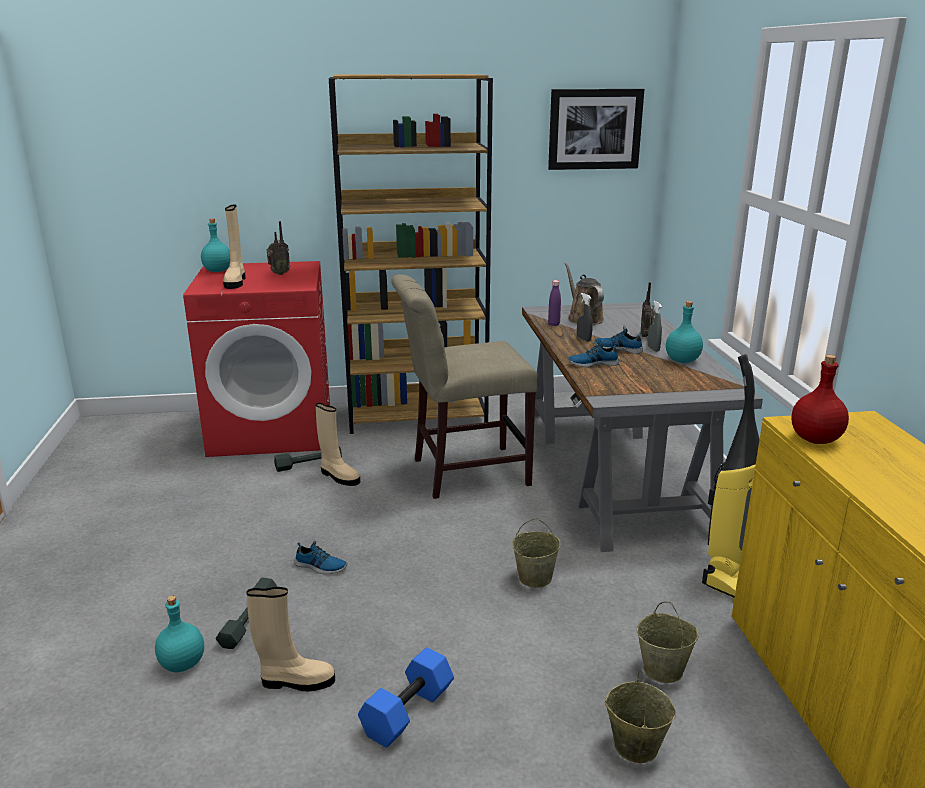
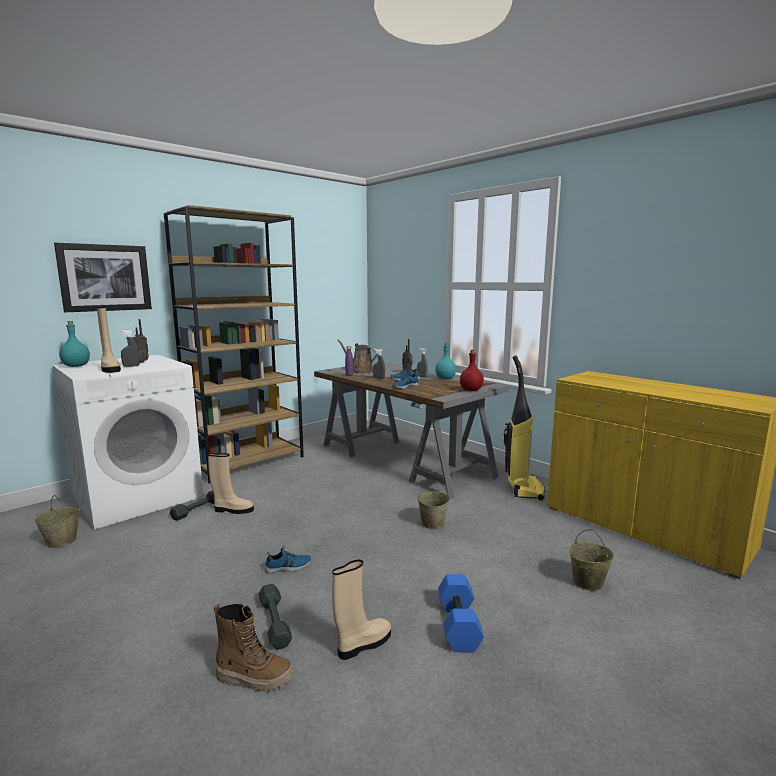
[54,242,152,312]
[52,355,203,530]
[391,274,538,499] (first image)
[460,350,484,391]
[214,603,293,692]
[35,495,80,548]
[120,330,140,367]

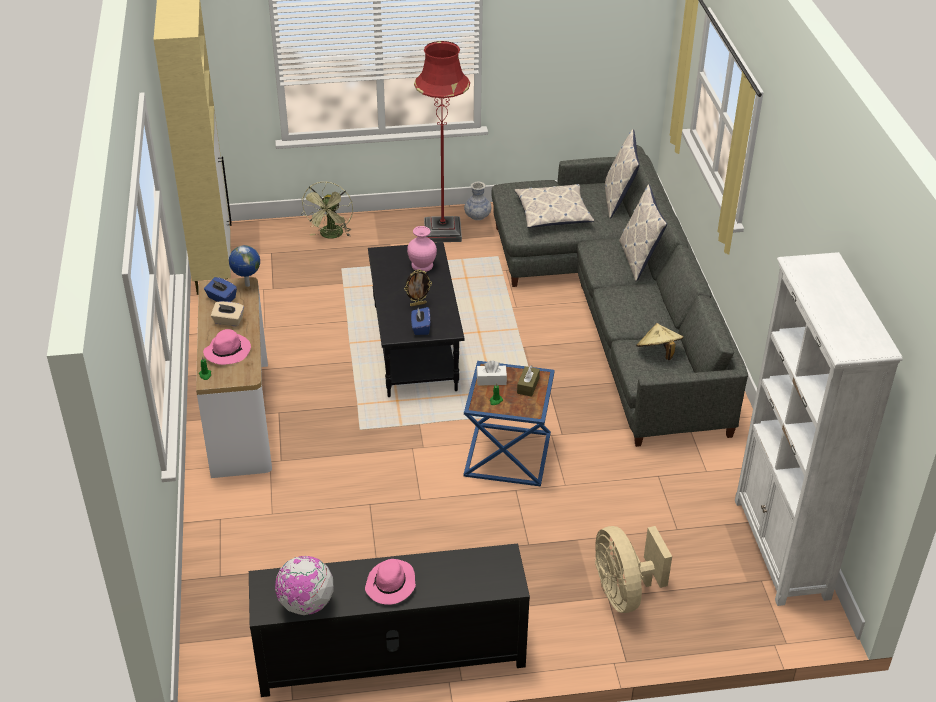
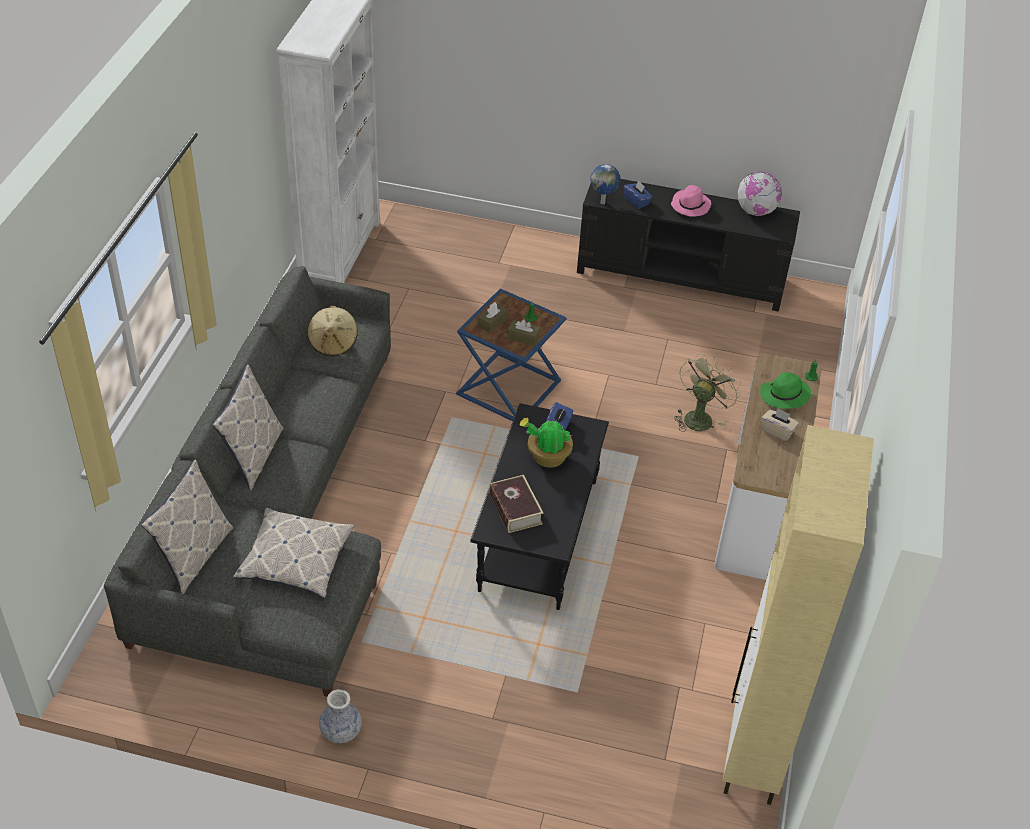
[414,41,470,243] (first image)
[674,353,741,432]
[489,475,543,533]
[590,164,620,204]
[519,417,573,468]
[623,180,653,209]
[760,372,811,409]
[507,319,541,346]
[595,526,672,613] (first image)

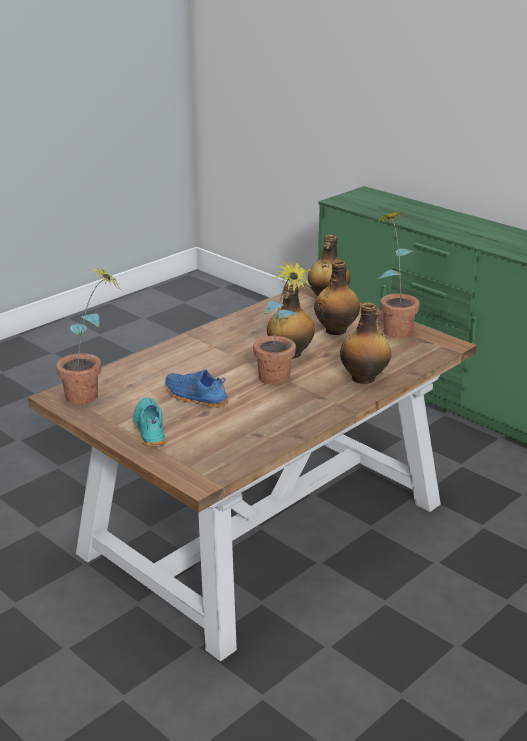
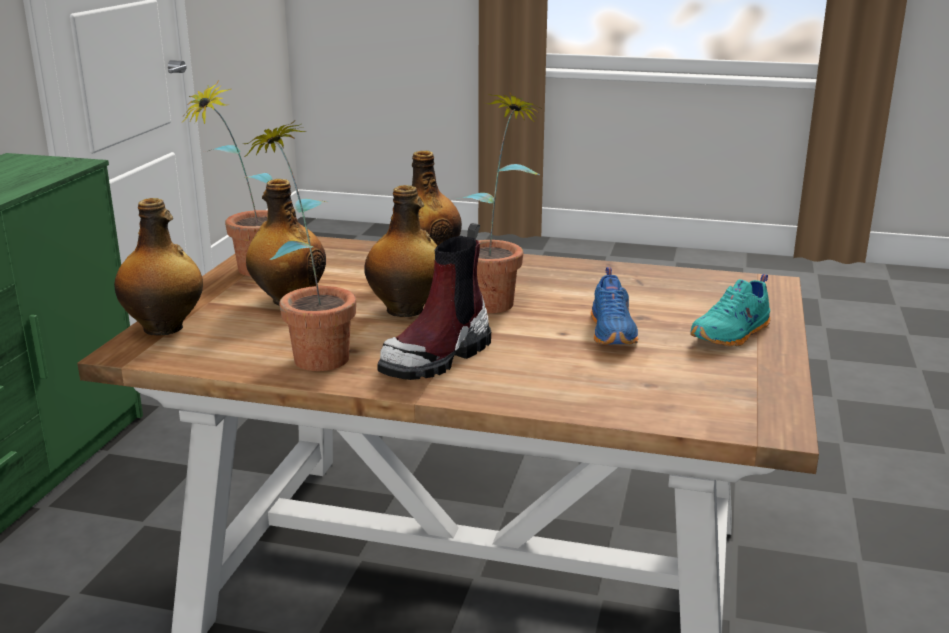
[244,120,356,371]
[377,223,491,380]

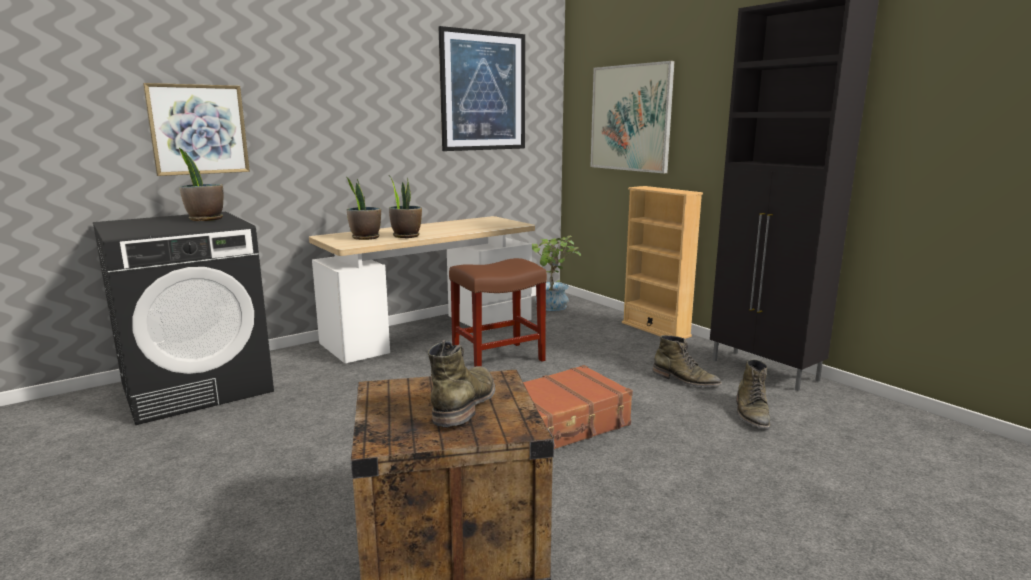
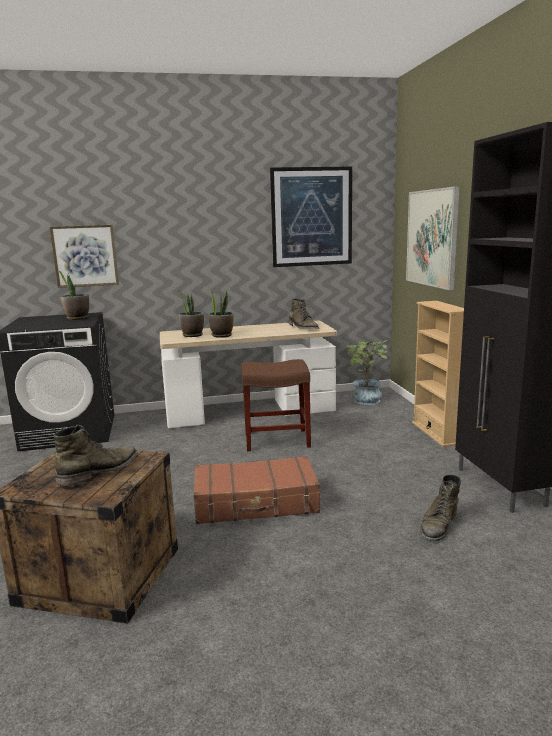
[288,299,319,329]

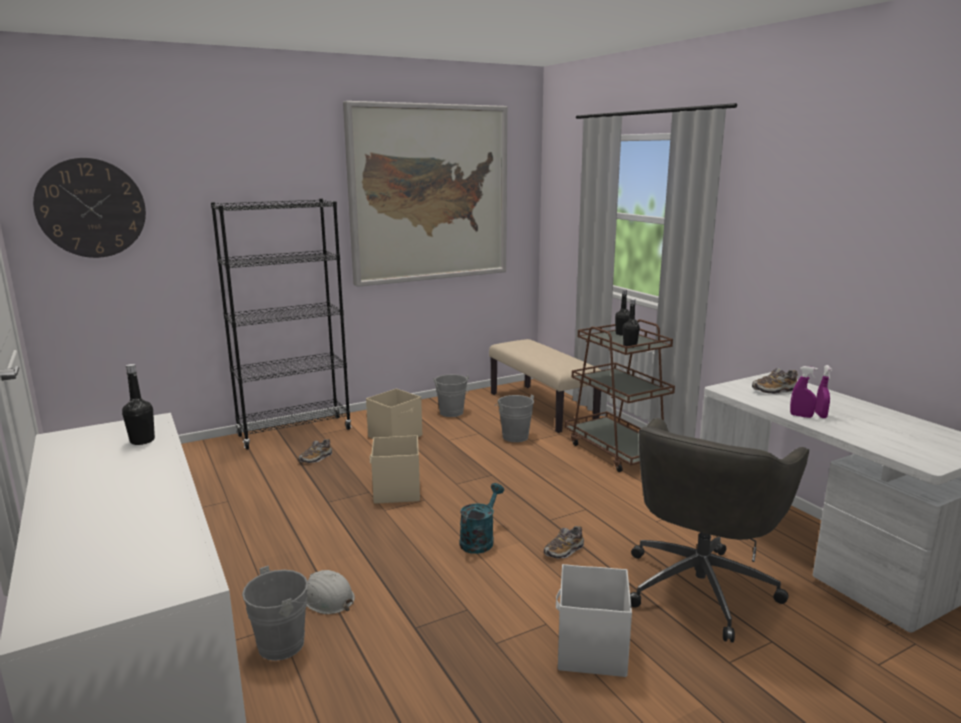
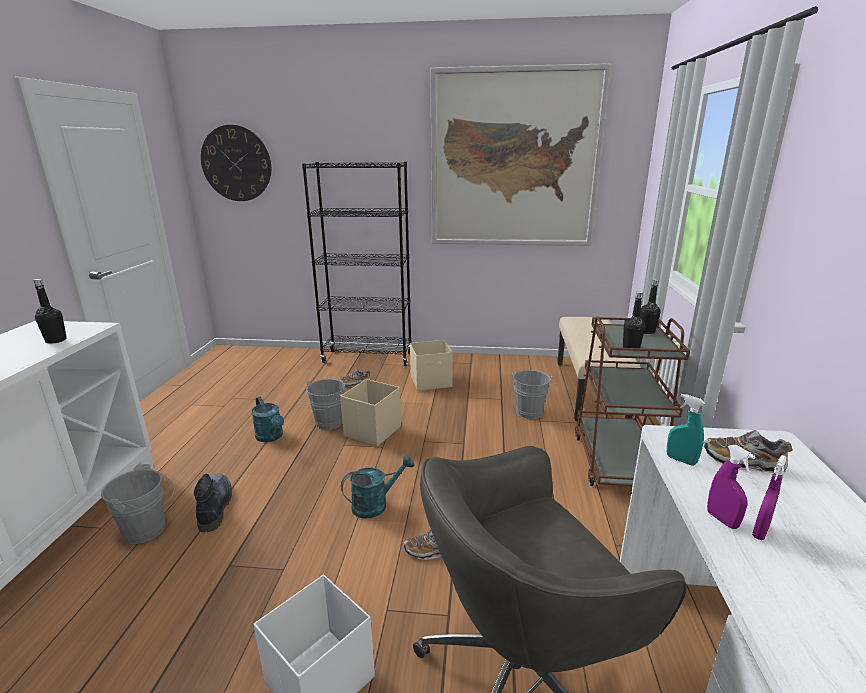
[302,379,345,430]
[194,473,232,532]
[667,394,705,466]
[251,397,284,442]

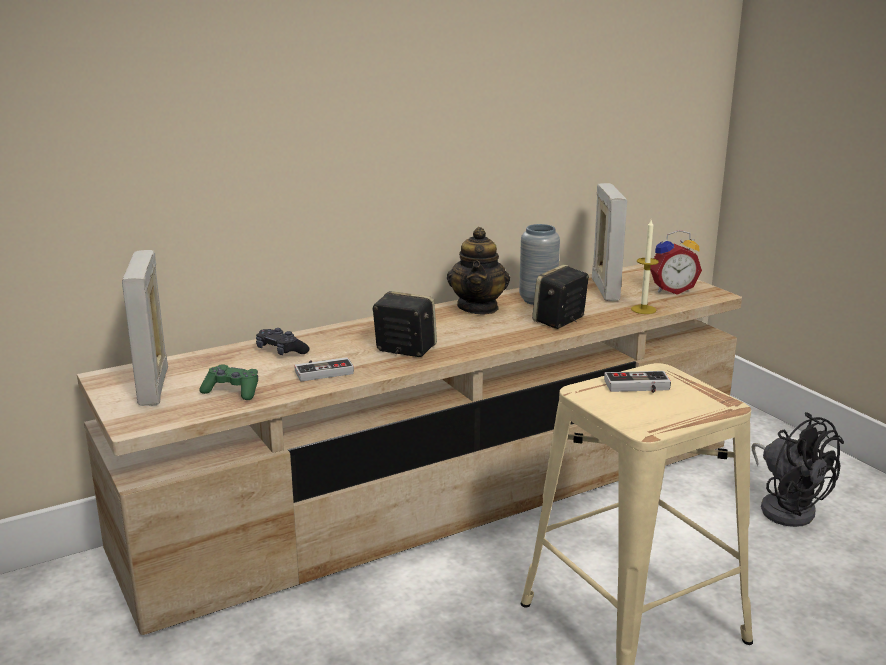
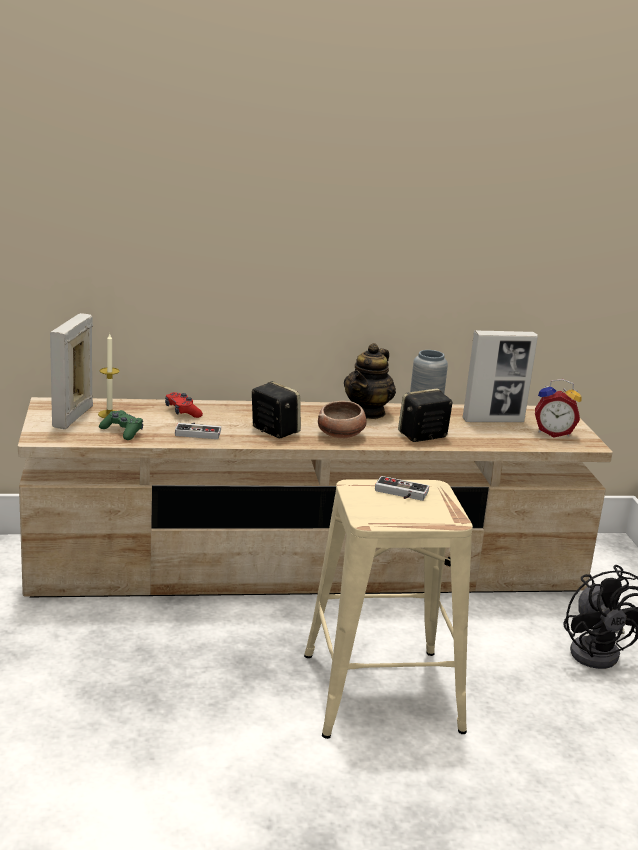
[463,330,538,422]
[98,334,120,418]
[165,392,203,418]
[318,401,367,438]

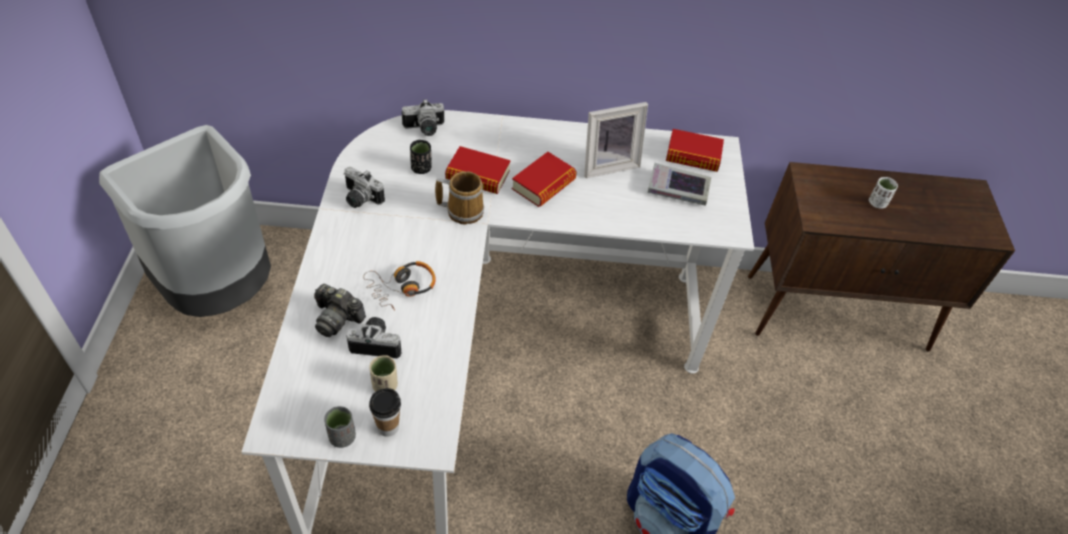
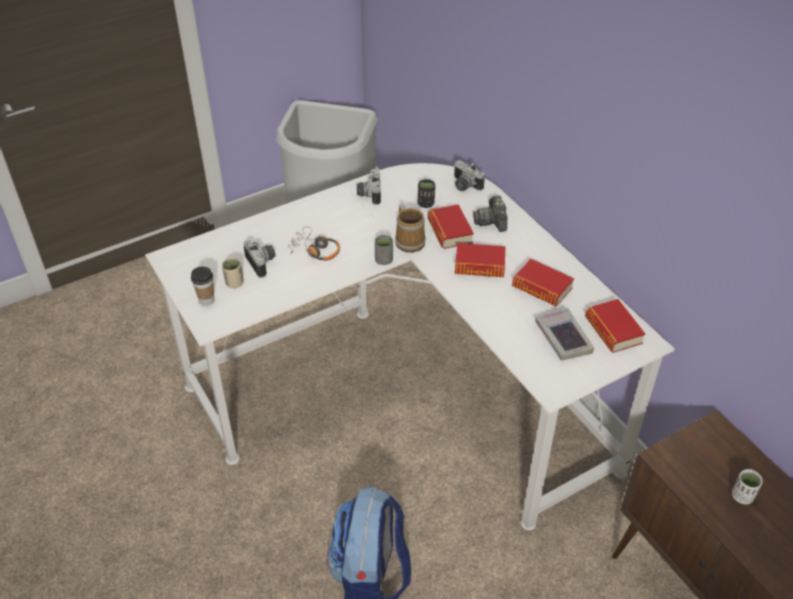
[512,259,574,307]
[473,195,507,232]
[375,235,393,265]

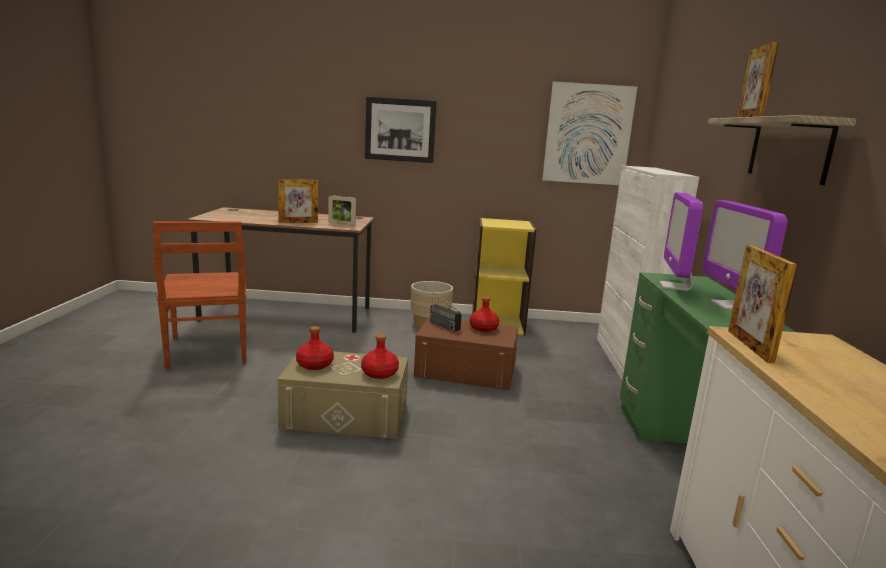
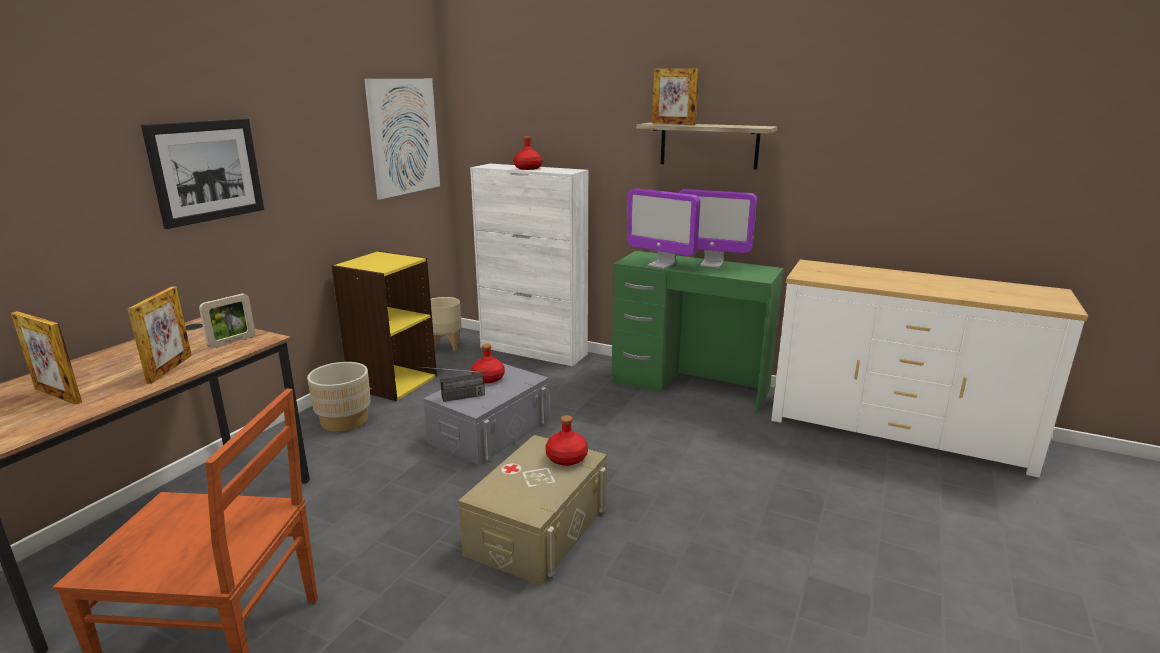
[11,311,82,405]
[423,364,549,465]
[513,136,542,170]
[431,297,462,352]

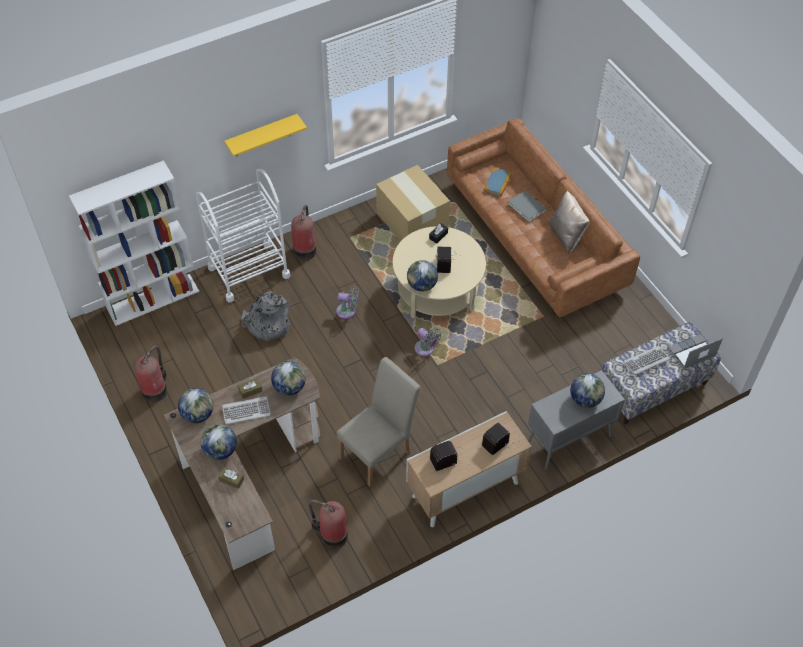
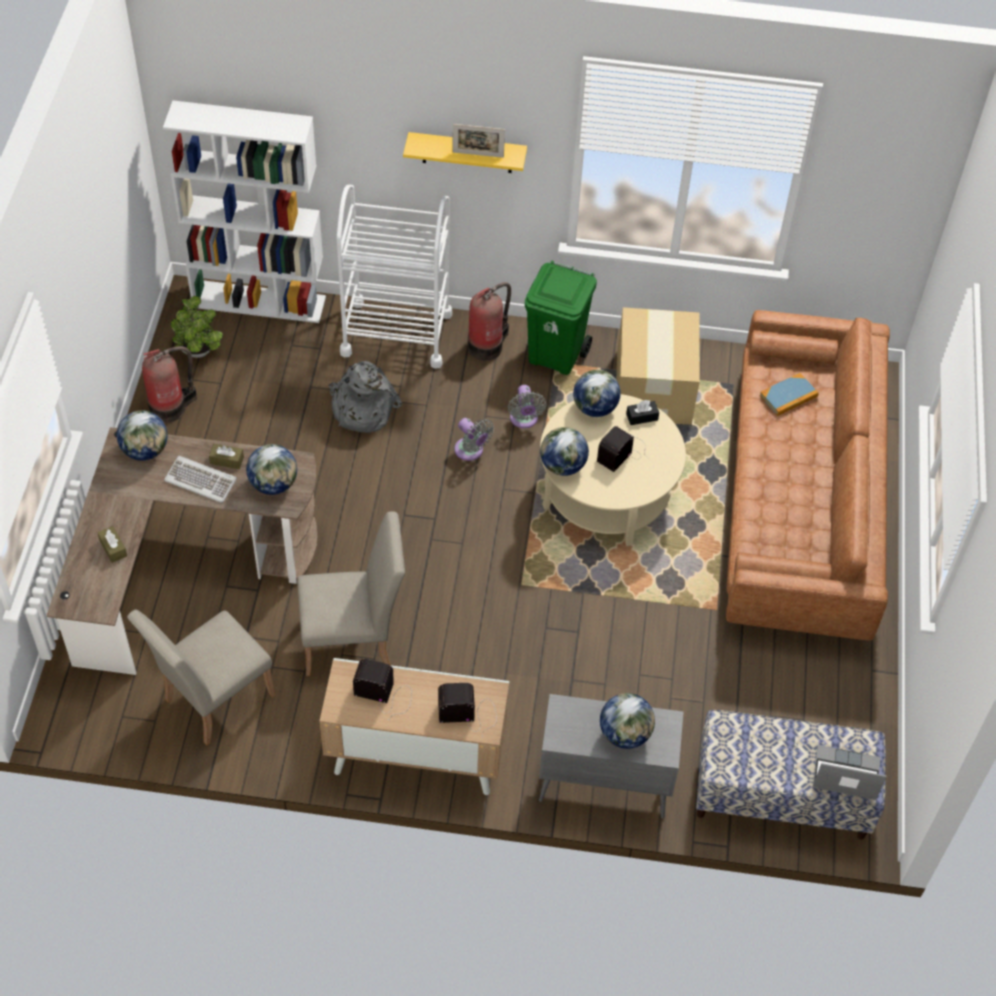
[508,191,547,222] (first image)
[548,191,589,254] (first image)
[508,385,547,428]
[623,346,670,375] (first image)
[573,370,621,417]
[127,609,276,745]
[452,124,505,158]
[525,261,597,375]
[171,296,223,358]

